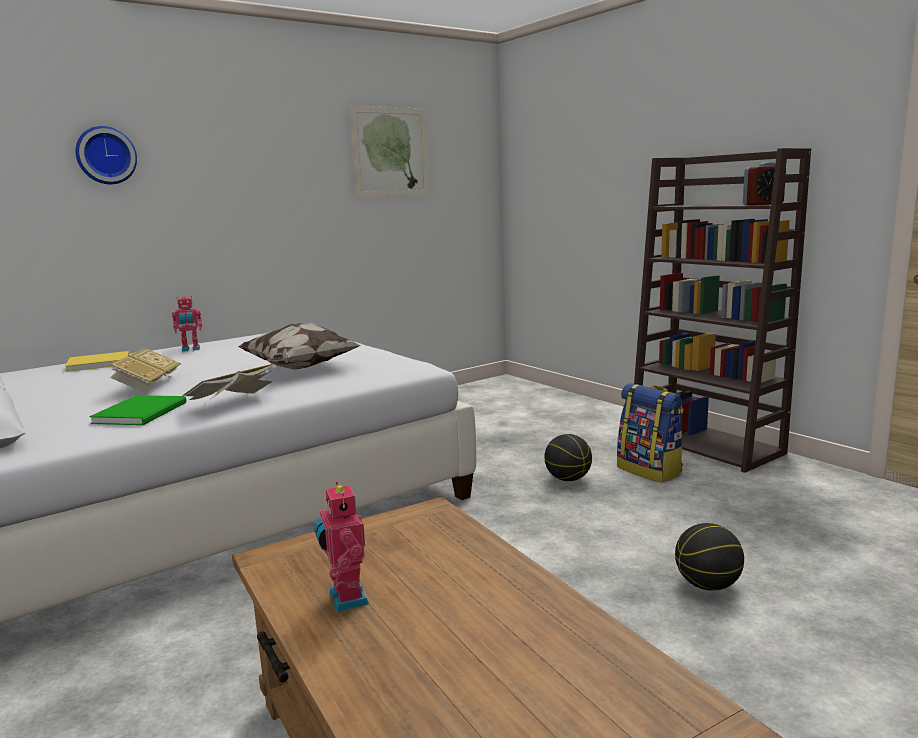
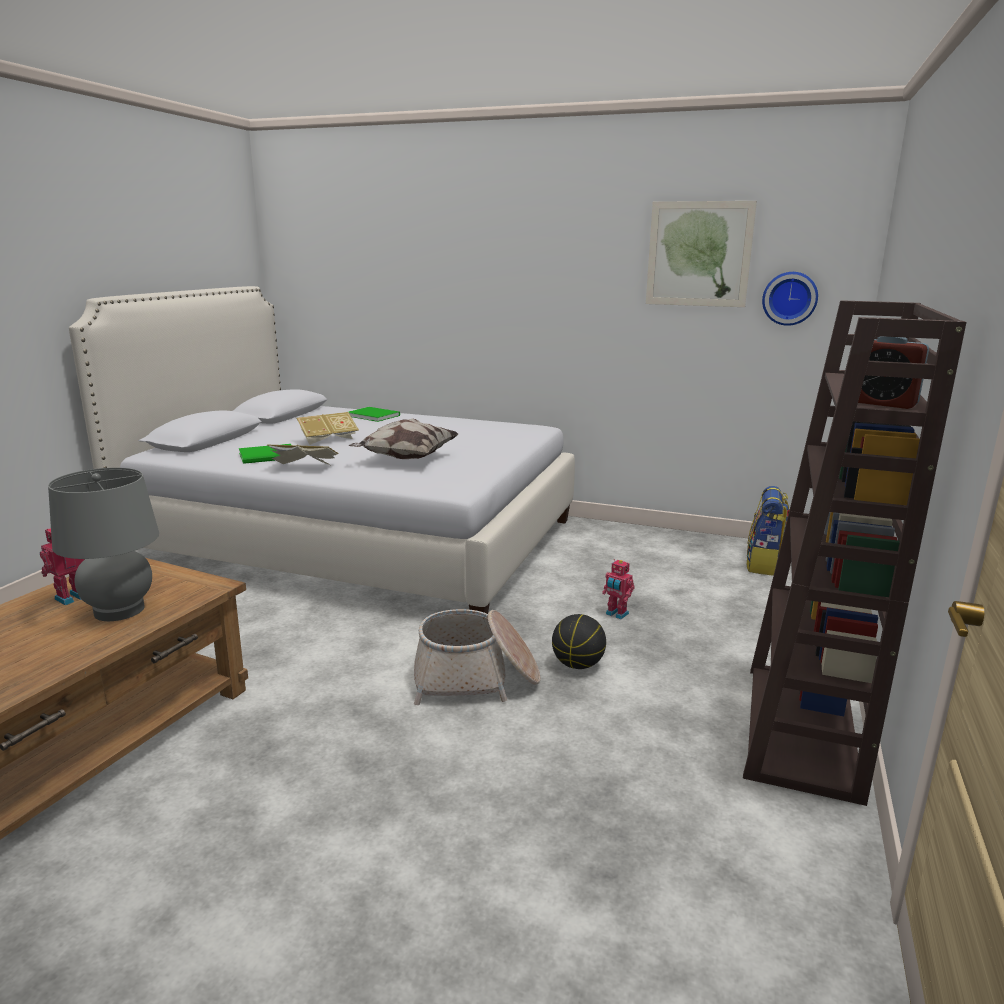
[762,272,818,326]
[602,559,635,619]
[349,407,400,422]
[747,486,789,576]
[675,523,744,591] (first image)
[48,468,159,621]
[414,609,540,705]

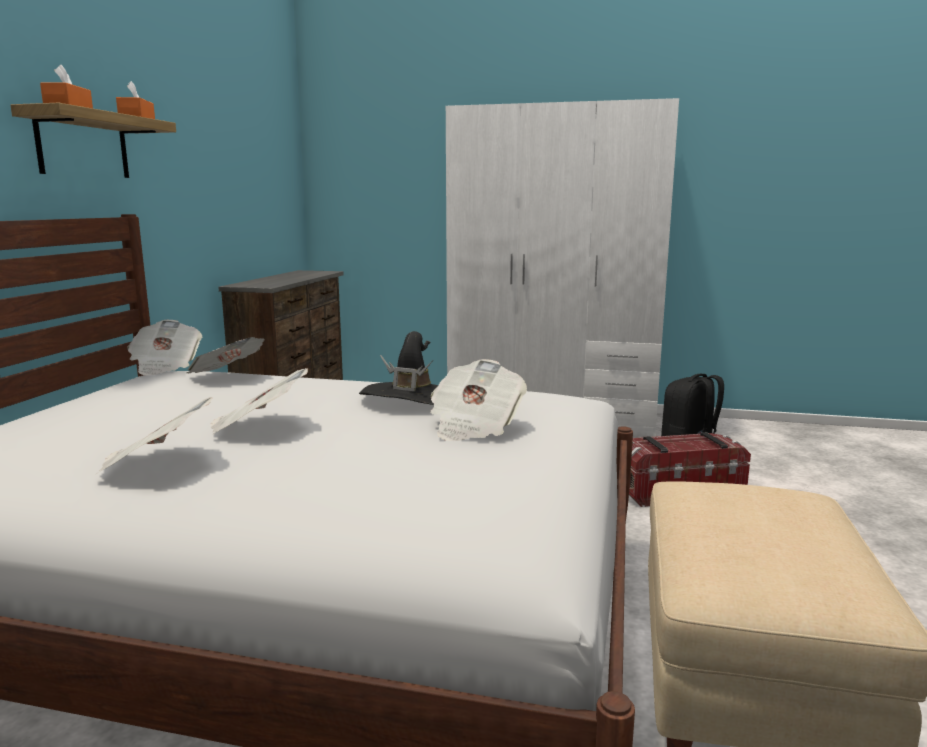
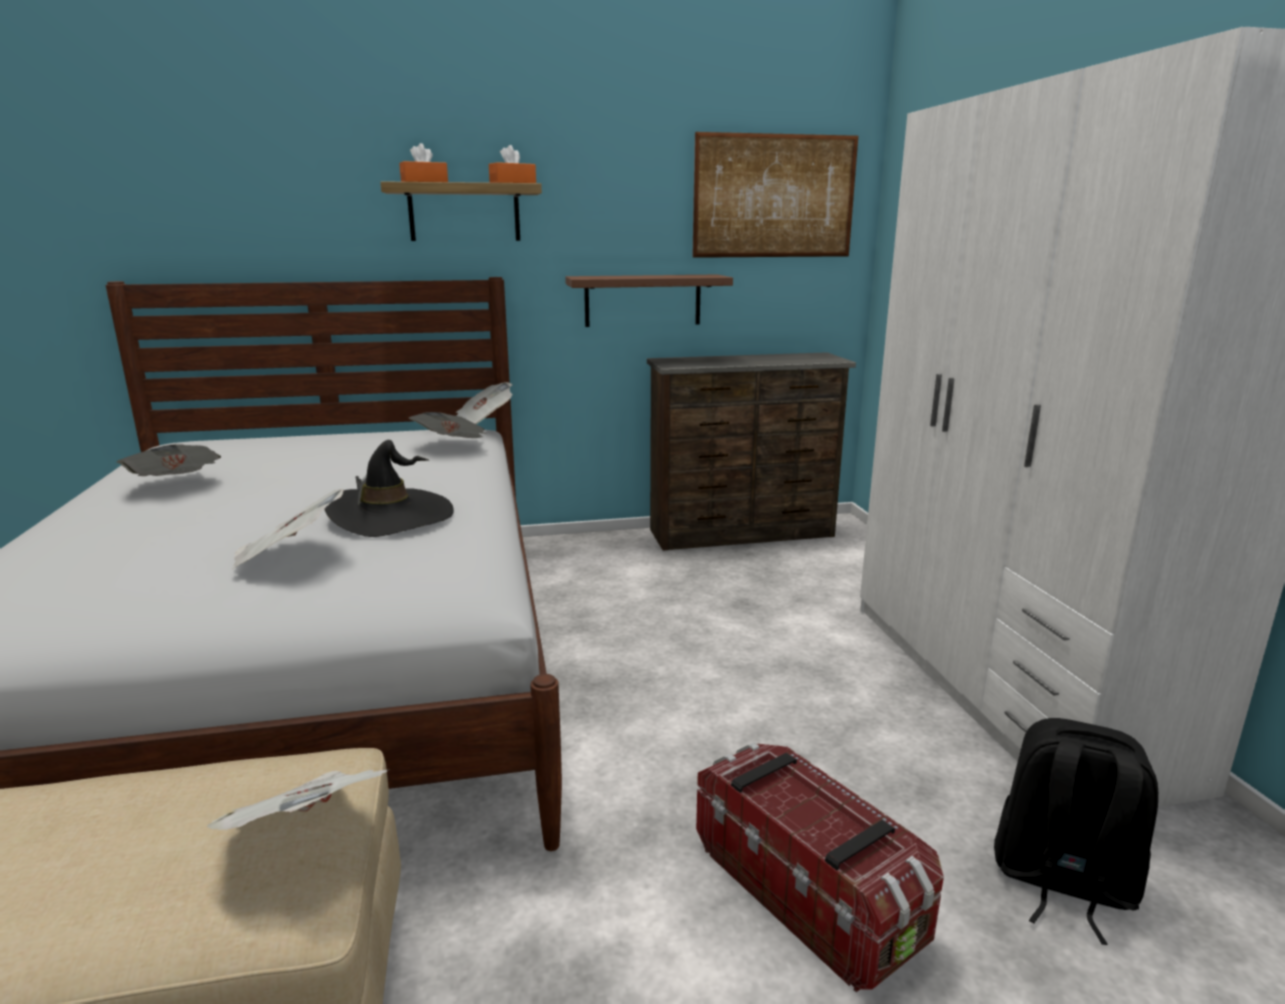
[206,769,390,830]
[692,132,858,258]
[565,274,733,327]

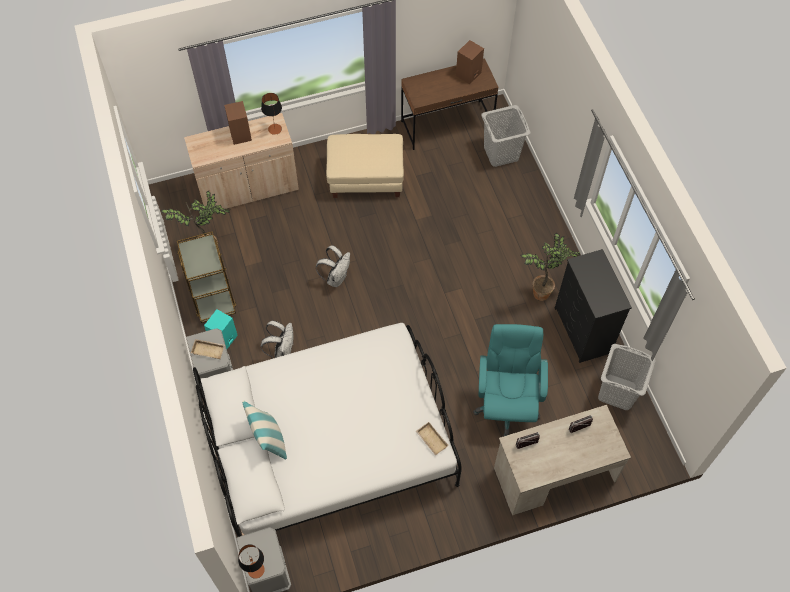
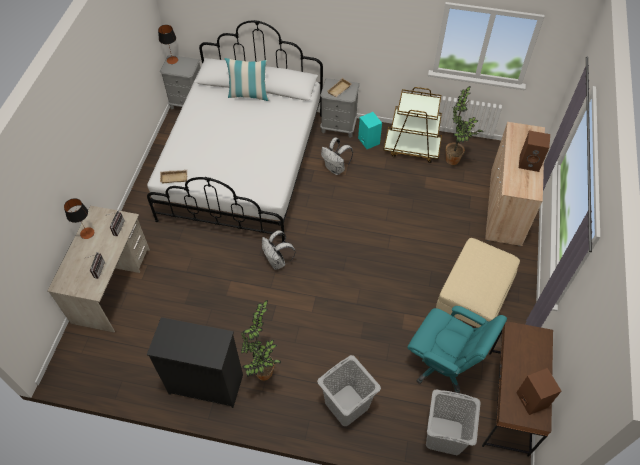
[64,198,94,239]
[262,230,295,270]
[407,306,507,393]
[317,355,381,426]

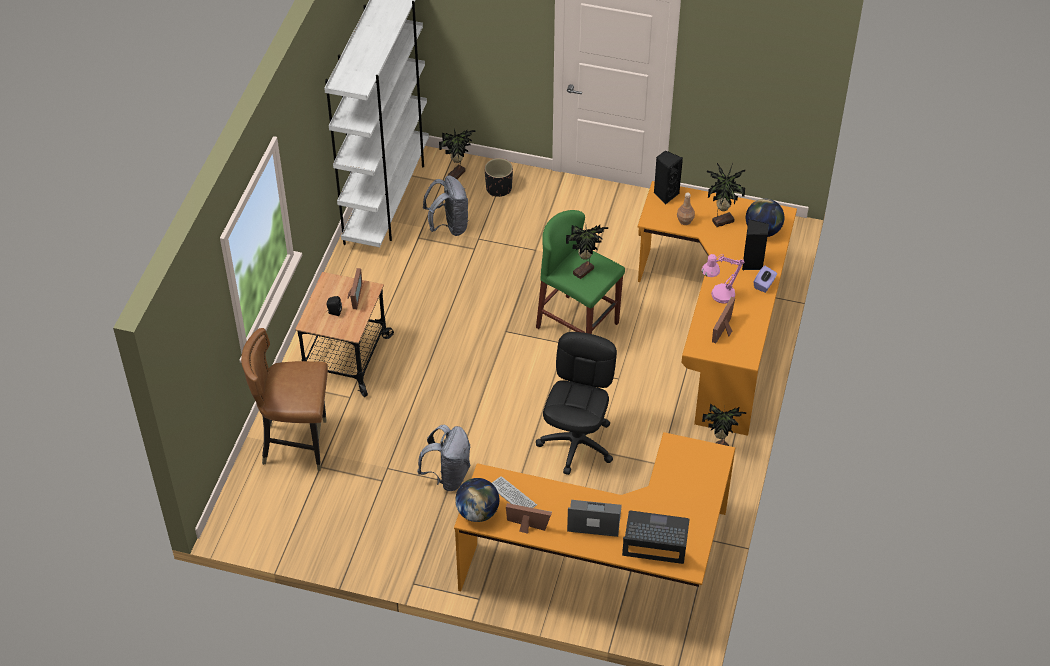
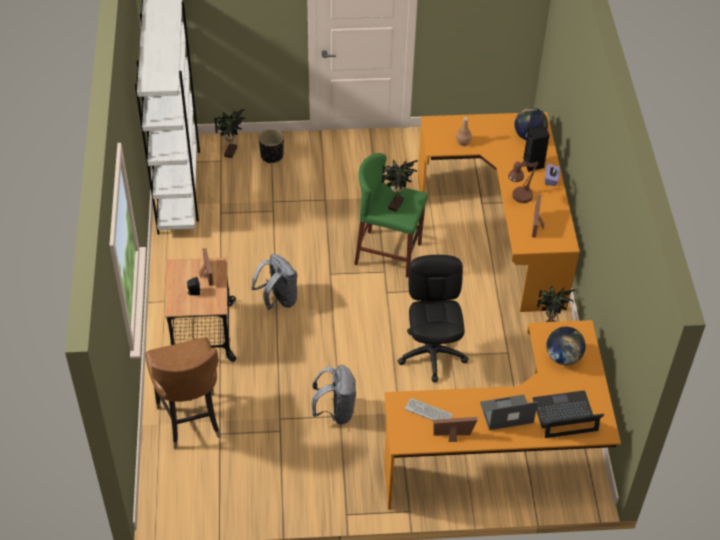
[654,150,683,204] (first image)
[707,163,746,227] (first image)
[251,254,298,310]
[508,160,539,203]
[145,338,221,449]
[546,327,586,365]

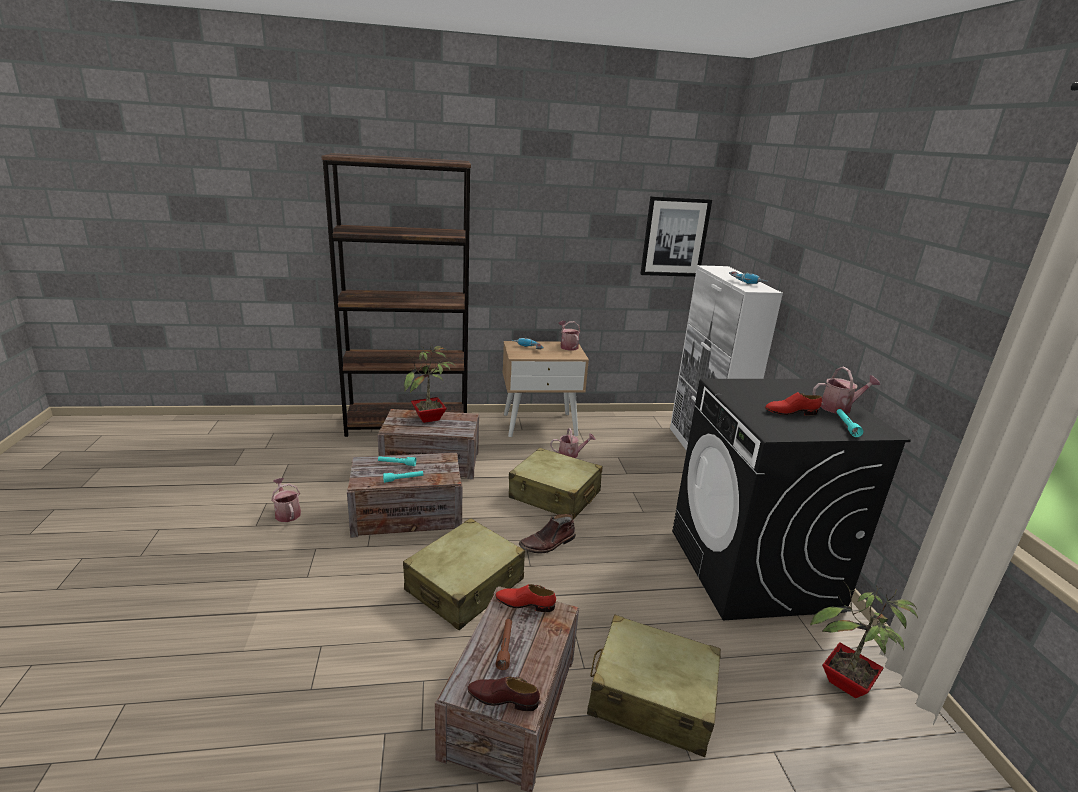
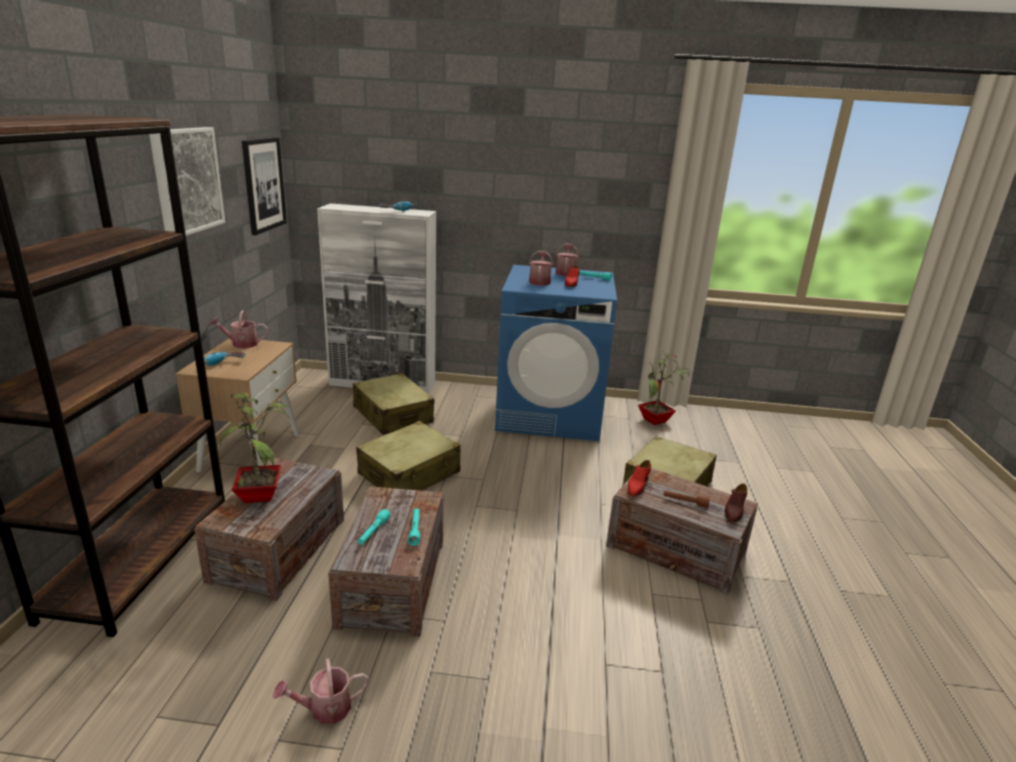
[495,265,617,441]
[529,251,553,286]
[519,514,576,553] (first image)
[353,373,434,435]
[149,127,225,236]

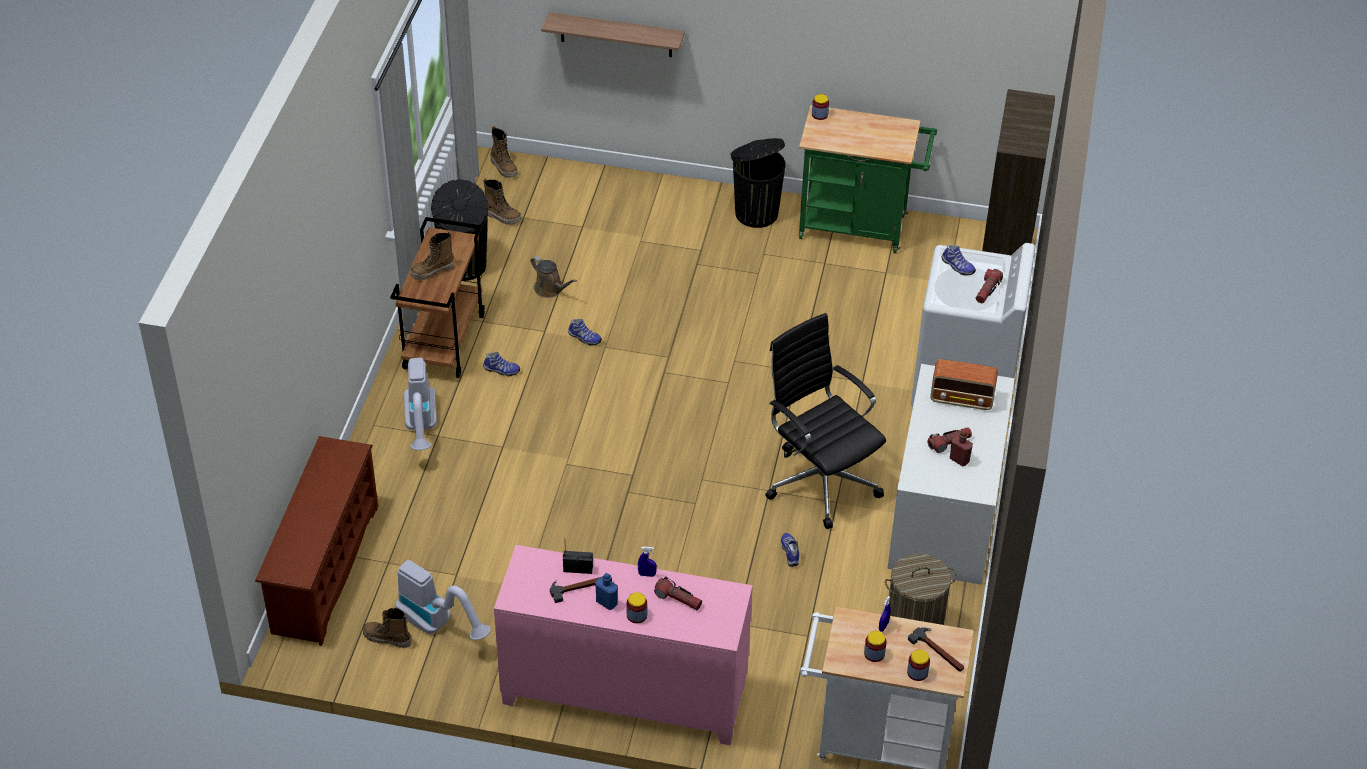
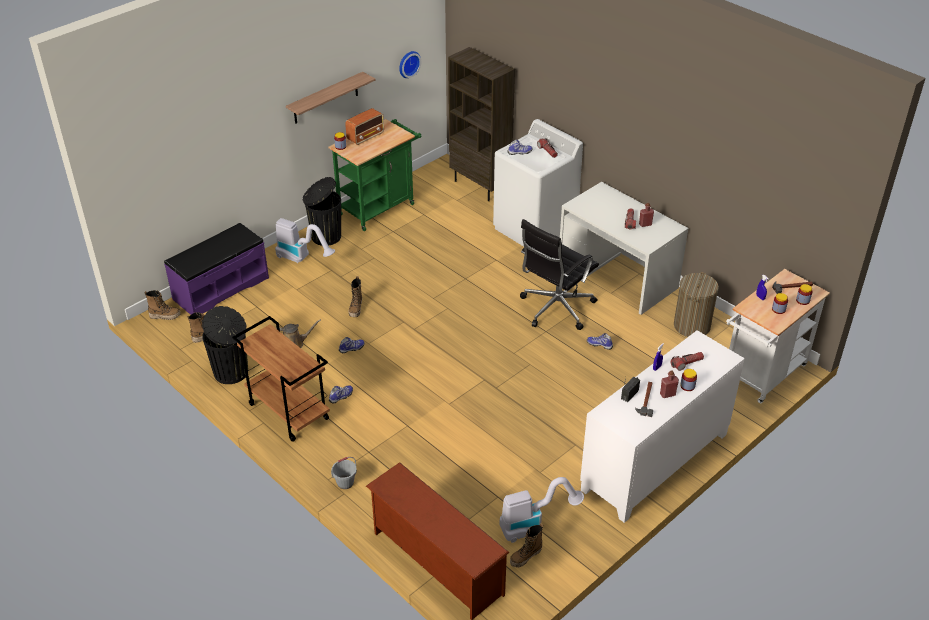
[286,72,376,124]
[349,276,362,317]
[520,219,599,330]
[275,218,335,263]
[345,108,384,145]
[580,330,745,523]
[660,370,679,398]
[399,51,421,78]
[164,223,269,315]
[331,457,357,489]

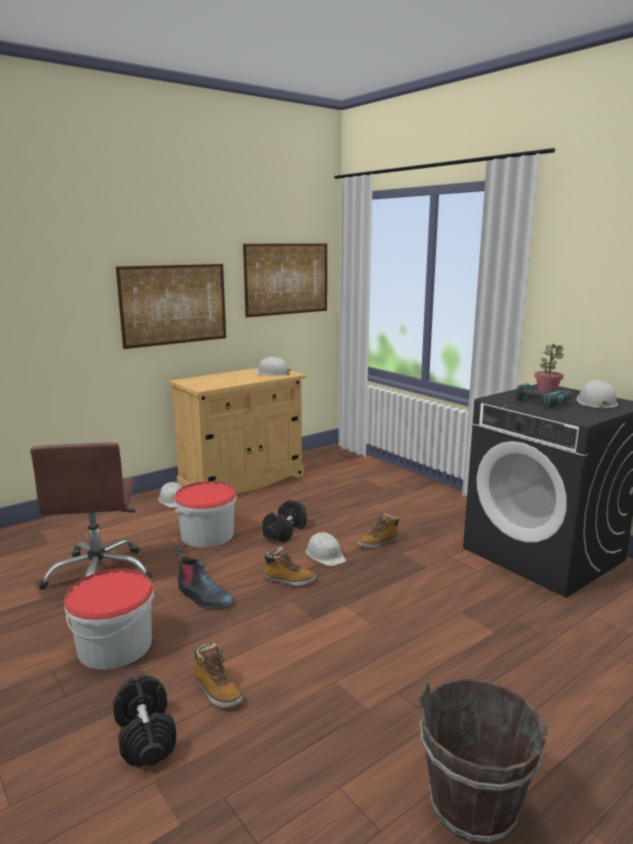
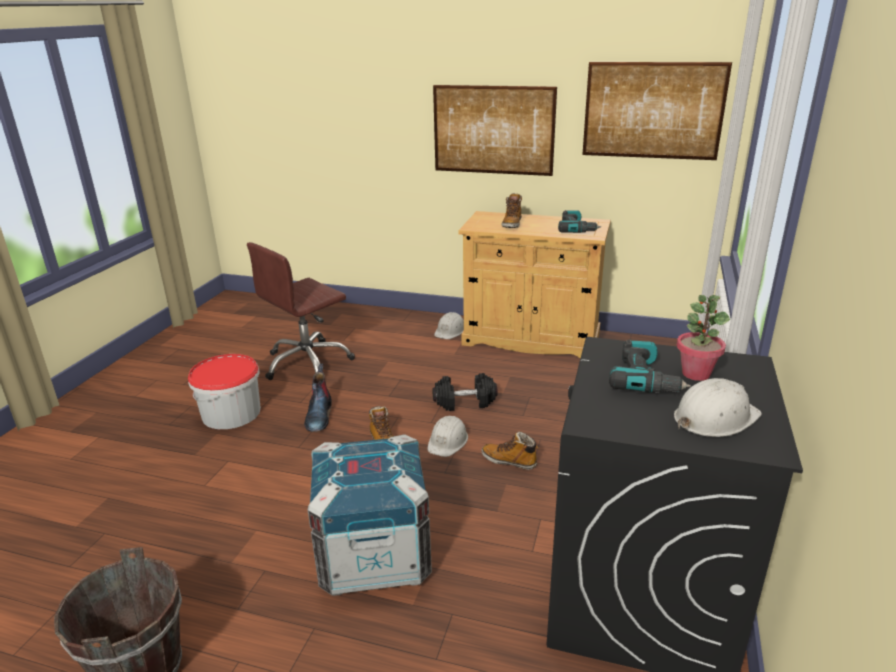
[558,210,601,233]
[174,481,237,548] (first image)
[501,193,522,228]
[113,675,176,767] (first image)
[308,434,432,596]

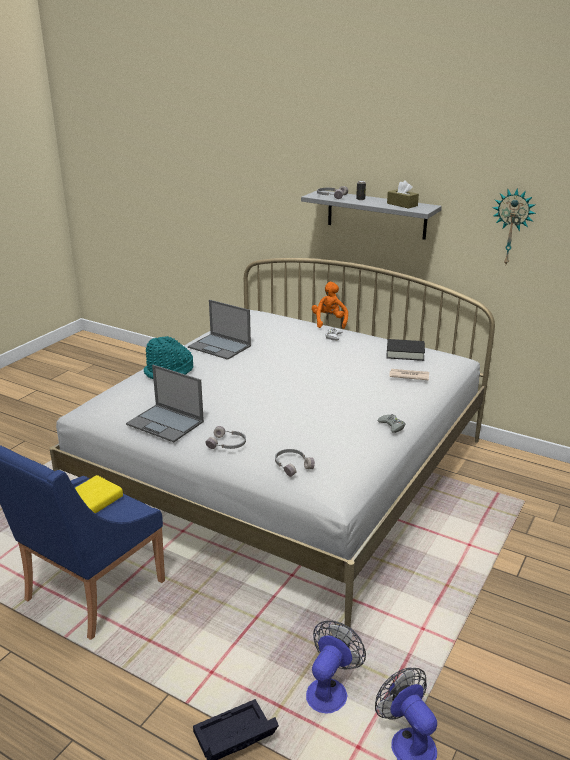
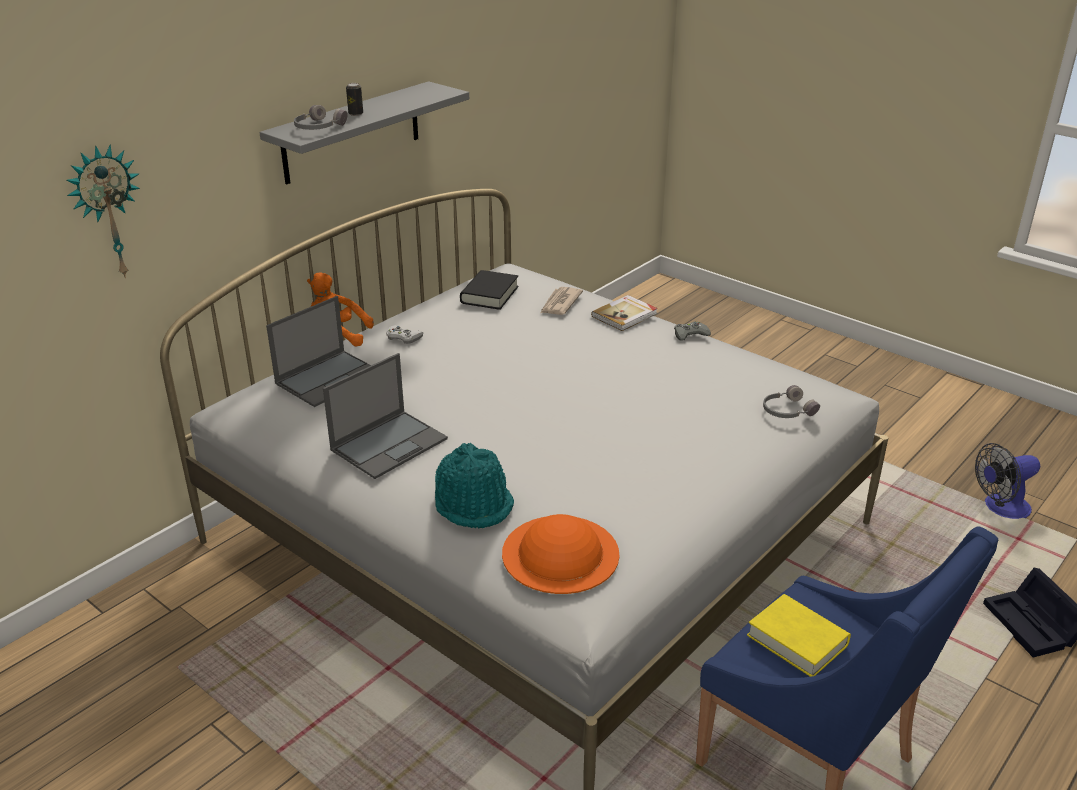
[387,180,419,209] (first image)
[66,145,140,278]
[266,296,371,407]
[205,426,246,449] (first image)
[306,621,366,713] (first image)
[591,295,658,331]
[502,514,620,594]

